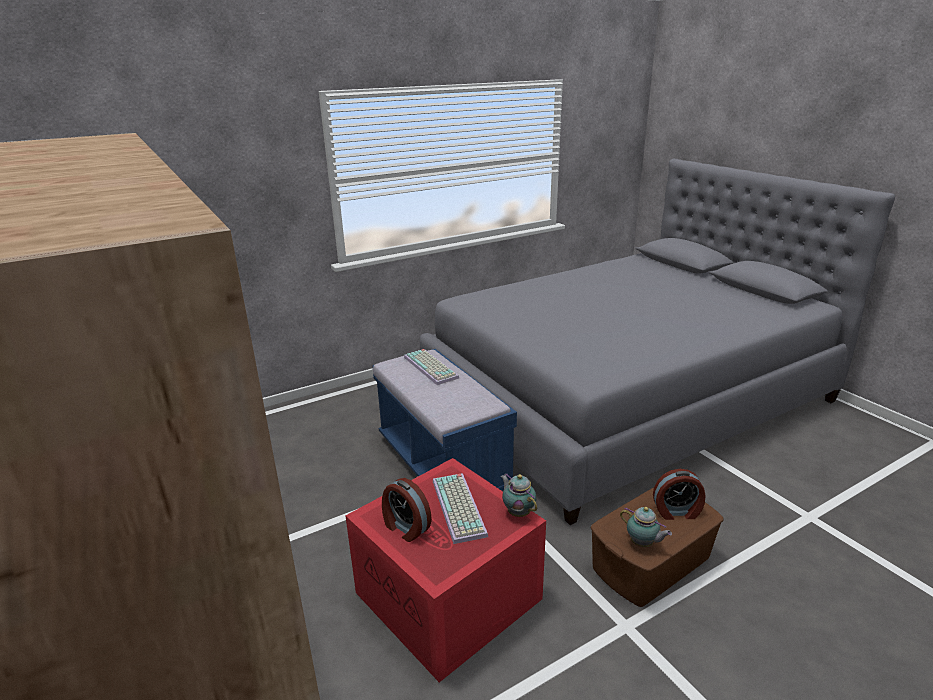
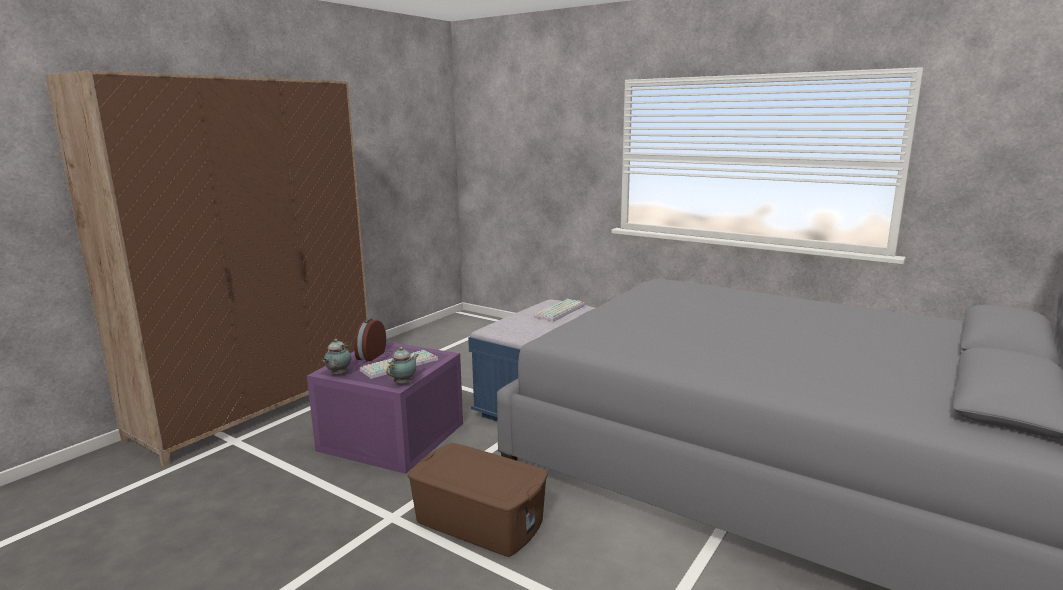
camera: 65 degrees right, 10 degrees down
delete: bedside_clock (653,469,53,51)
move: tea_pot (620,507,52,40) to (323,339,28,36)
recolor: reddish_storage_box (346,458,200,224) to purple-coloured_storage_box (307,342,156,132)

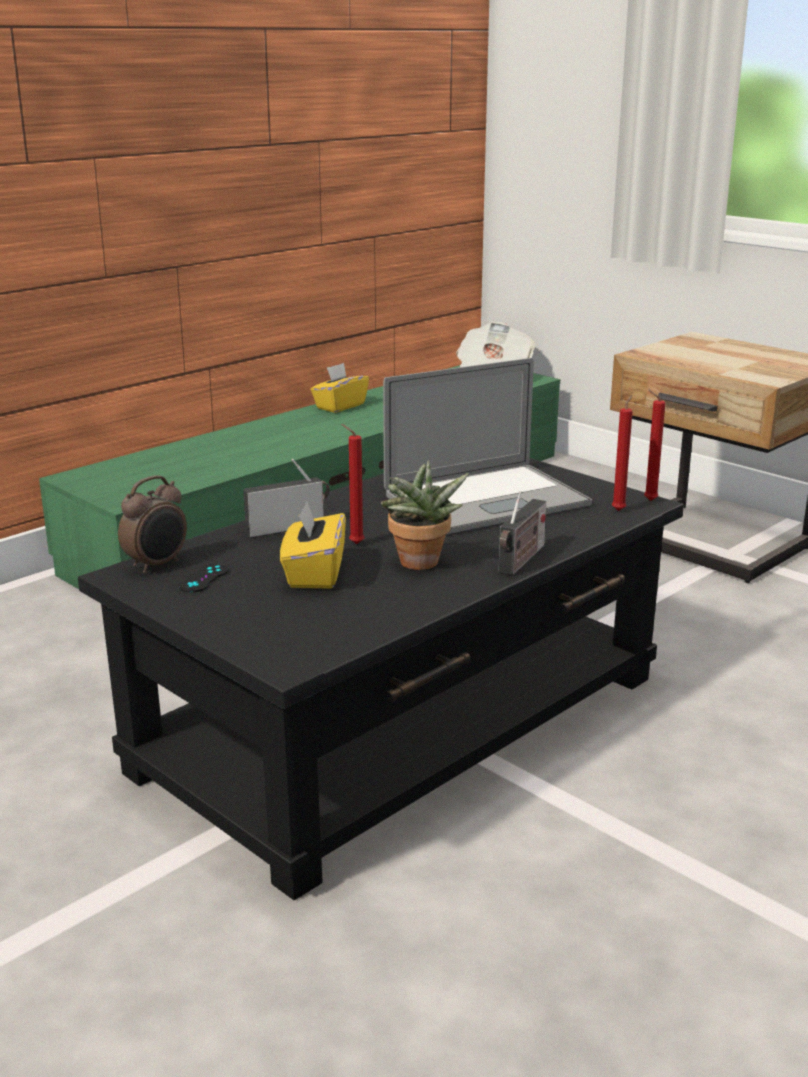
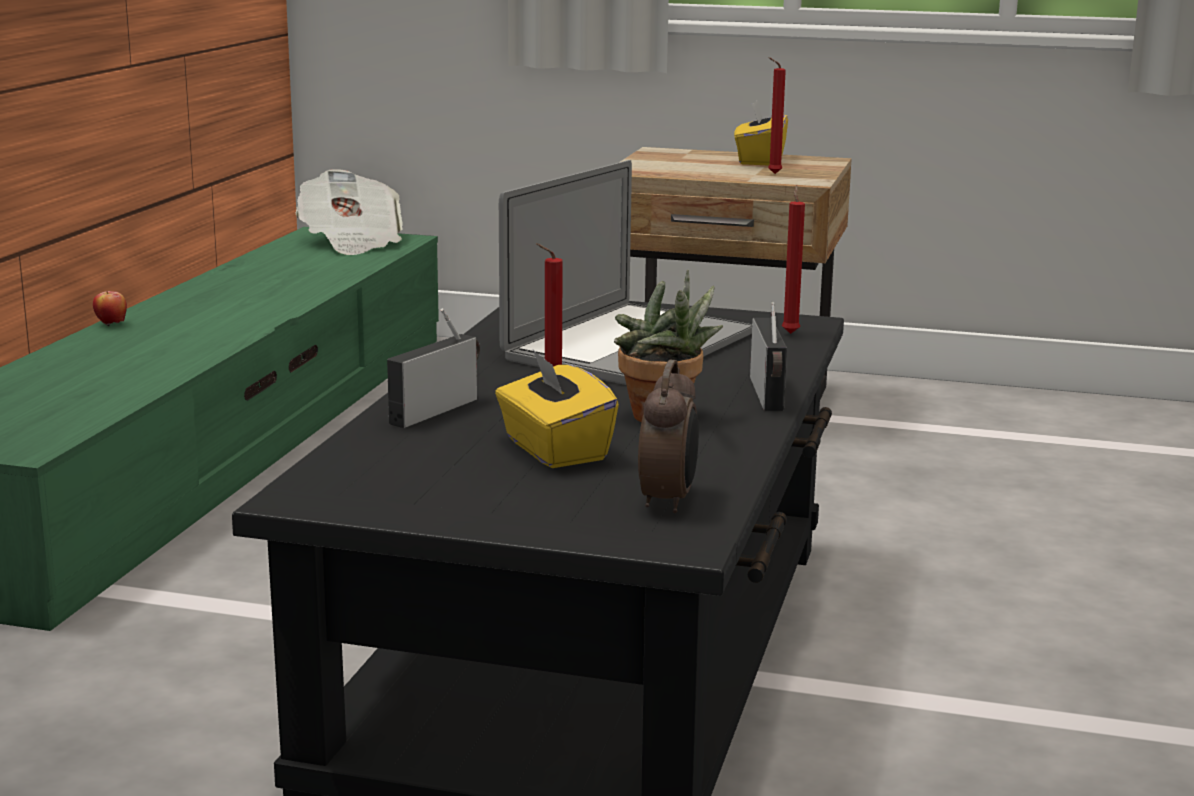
camera: 30 degrees left, 5 degrees down
delete: blackish_game_controller (179,564,49,28)
insert: apple (93,291,34,35)
move: yellowish_box_of_tissues (310,363,59,50) to (734,99,54,67); reddish_wax_light (644,389,21,112) to (768,57,18,117); bedside_clock (118,475,69,99) to (638,360,61,153)

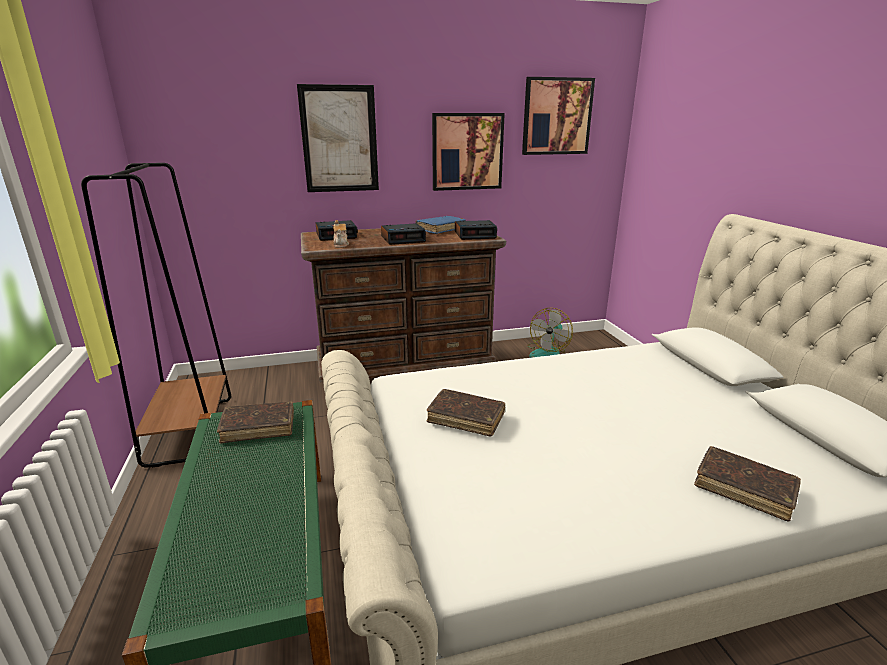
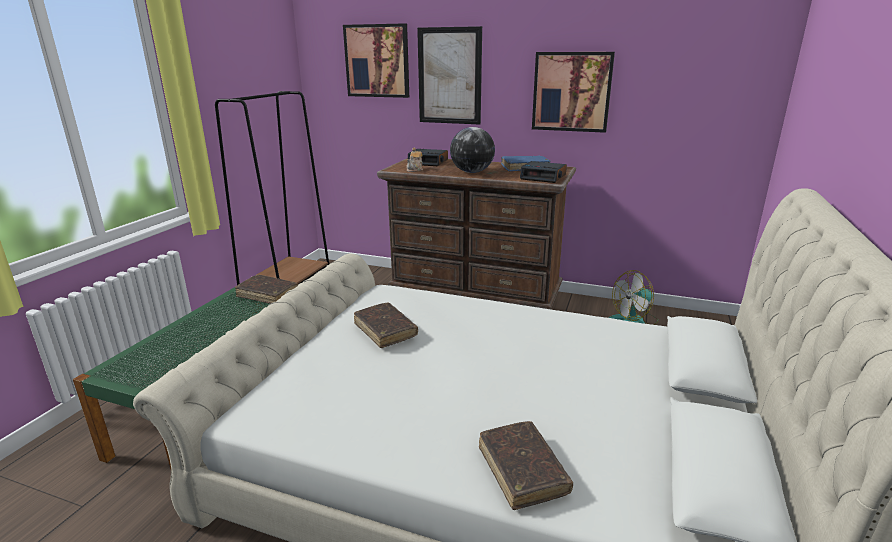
camera: 35 degrees right, 0 degrees up
move: wall_art (522,77,73,78) to (343,23,66,75)
replace: bedside_clock (381,223,45,22) to world_globe (450,127,45,46)

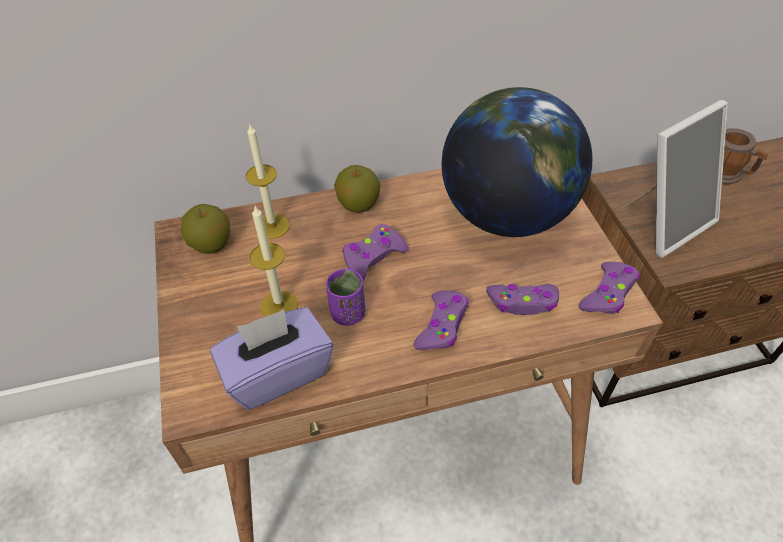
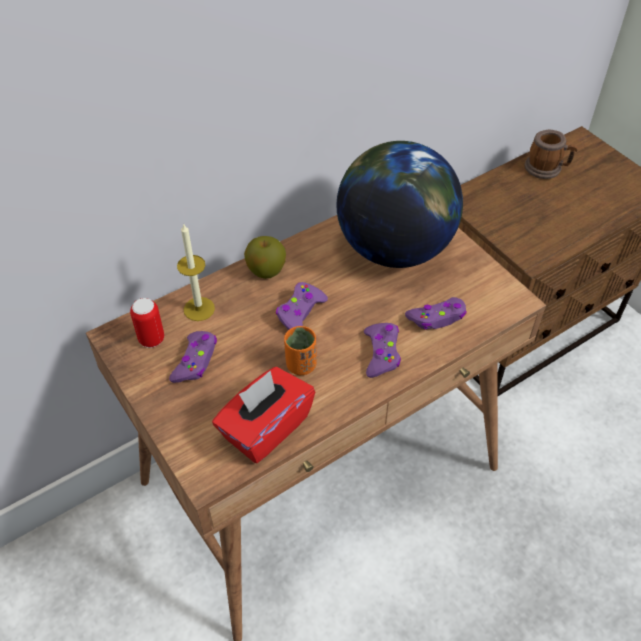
camera: 20 degrees left, 0 degrees up
delete: photo_frame (623,100,105,158); wax_light (250,206,48,111)
move: purple-coloured_game_controller (579,262,60,52) to (169,331,48,52)
replace: apple (180,204,51,50) to sealed_can (130,298,34,50)
recolor: purple-coloured_cup (326,269,39,57) to orangey_cup (284,326,33,49); purple-coloured_box_of_tissues (210,307,123,103) to reddish_box_of_tissues (212,367,103,96)

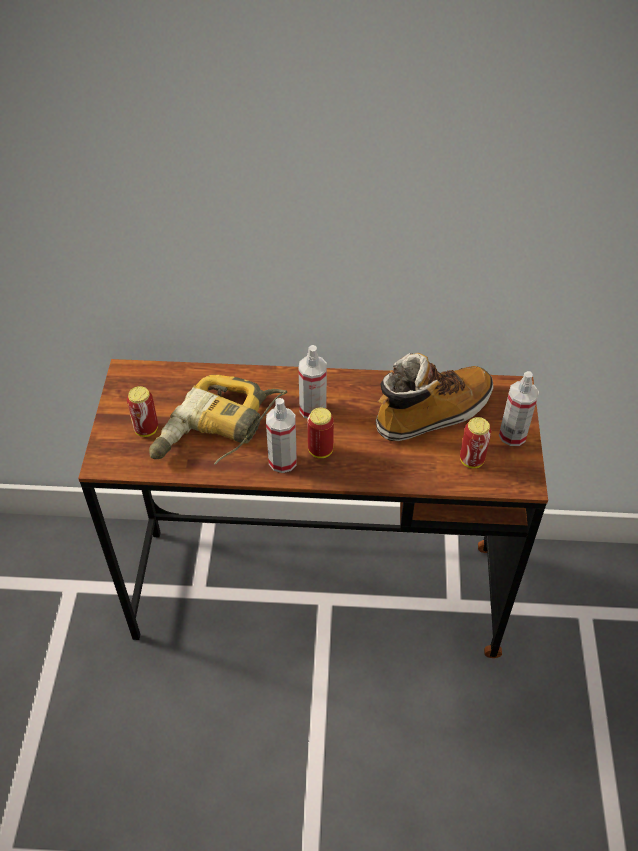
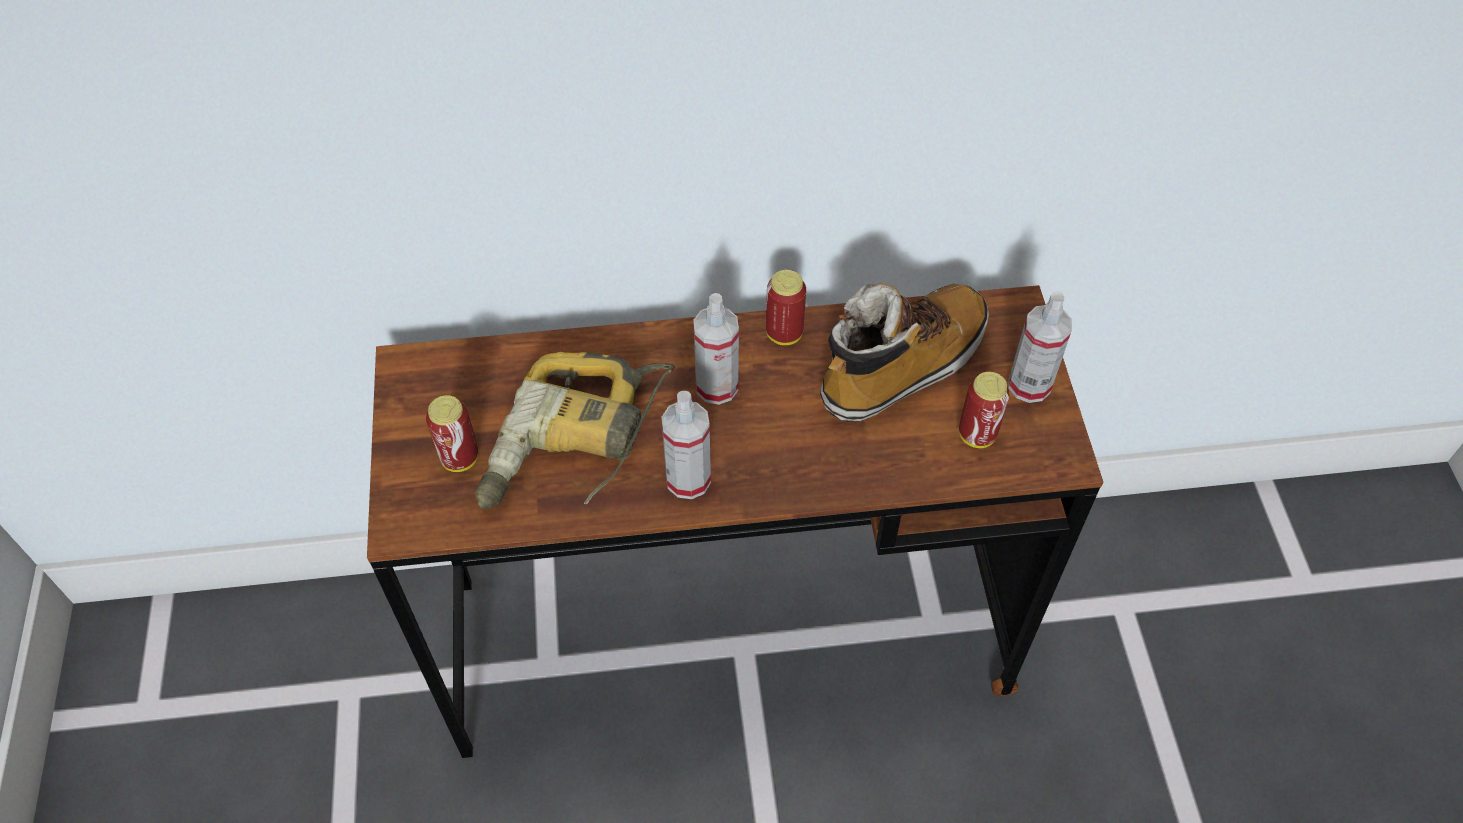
camera: 10 degrees left, 5 degrees up
move: sealed_can (307,407,27,51) to (766,270,40,75)

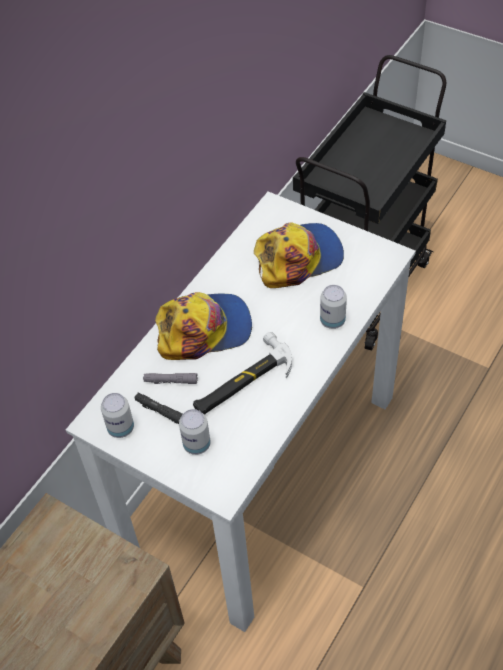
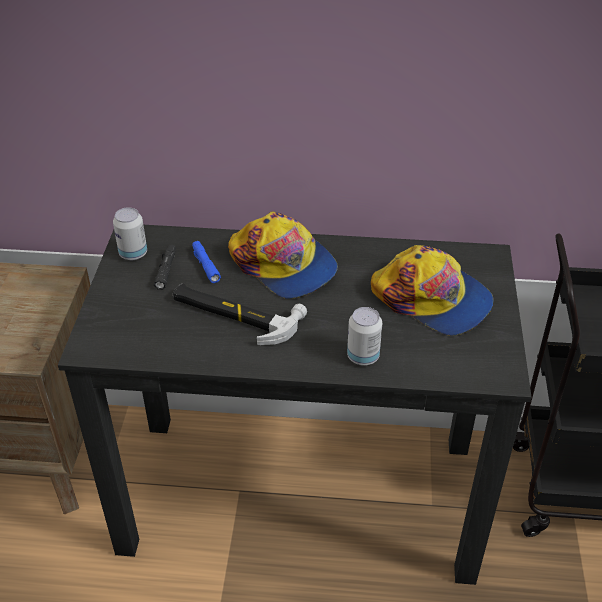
camera: 60 degrees right, 10 degrees down
delete: sealed_can (179,409,32,46)
recolor: white_desk_unit (66,191,350,441) to blackish_desk_unit (58,225,473,360); gray_flashlight (143,373,55,11) to blue_flashlight (192,241,29,42)

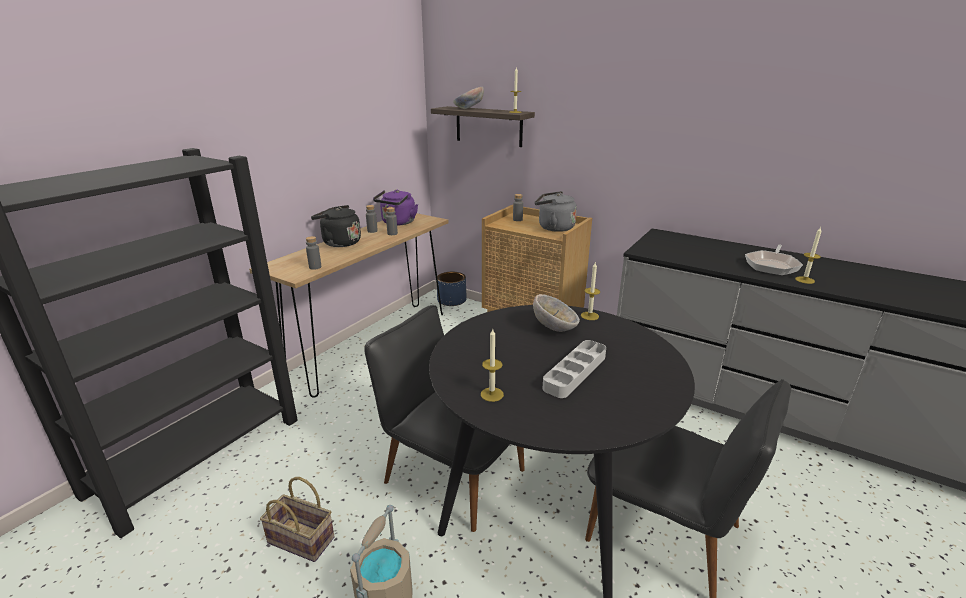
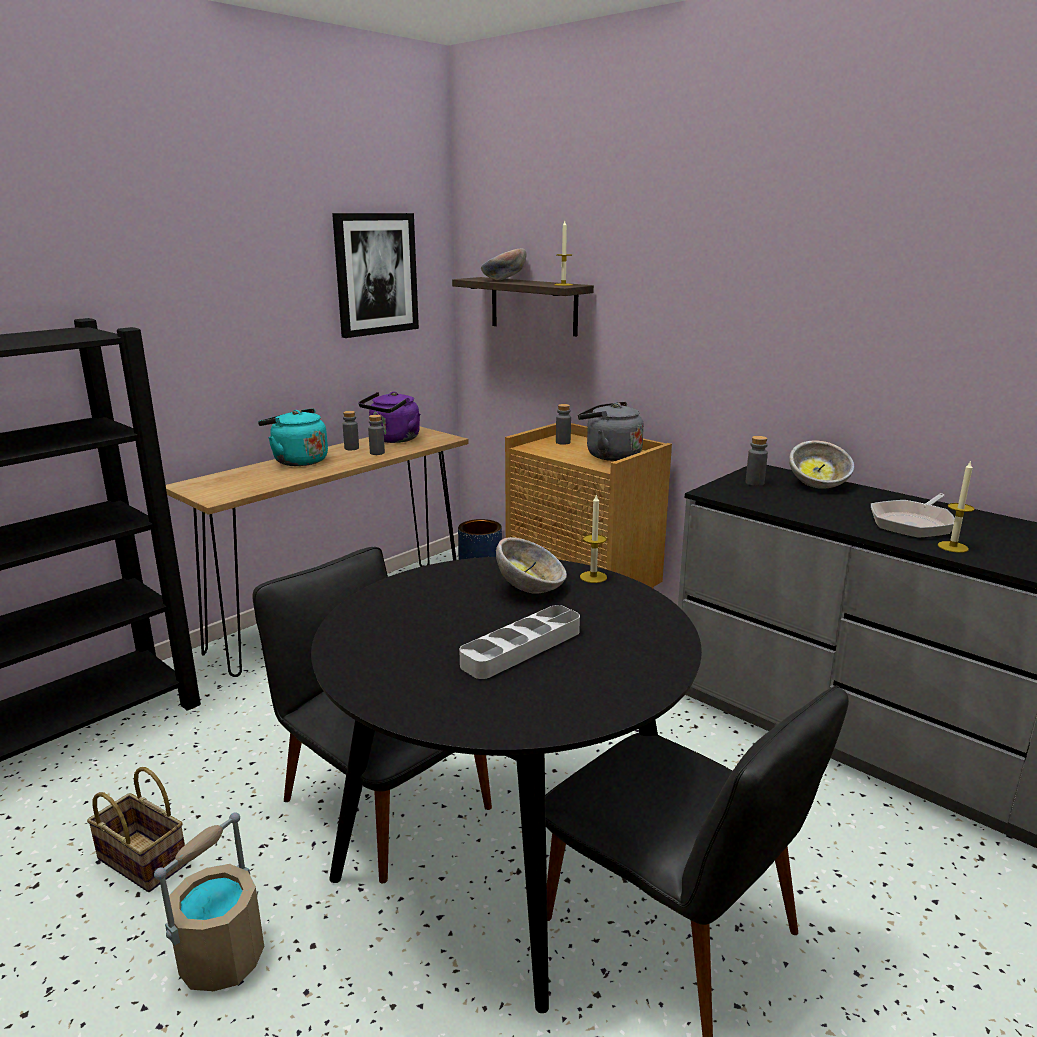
camera: 10 degrees right, 5 degrees down
delete: wax_light (481,329,23,73)
insert: wall_art (332,213,87,125); bowl (789,440,65,49)
move: gray_beverage_bottle (306,236,15,34) to (746,436,22,50)
recolor: blackish_tea_kettle (311,205,50,42) to blue-green_tea_kettle (258,408,70,58)

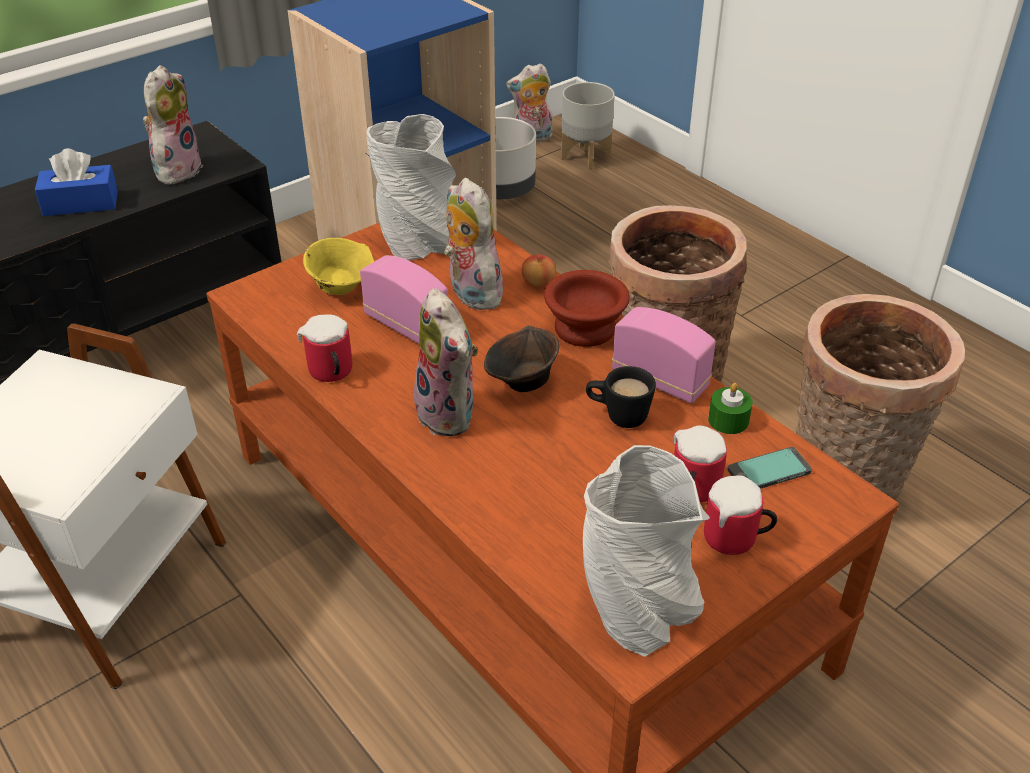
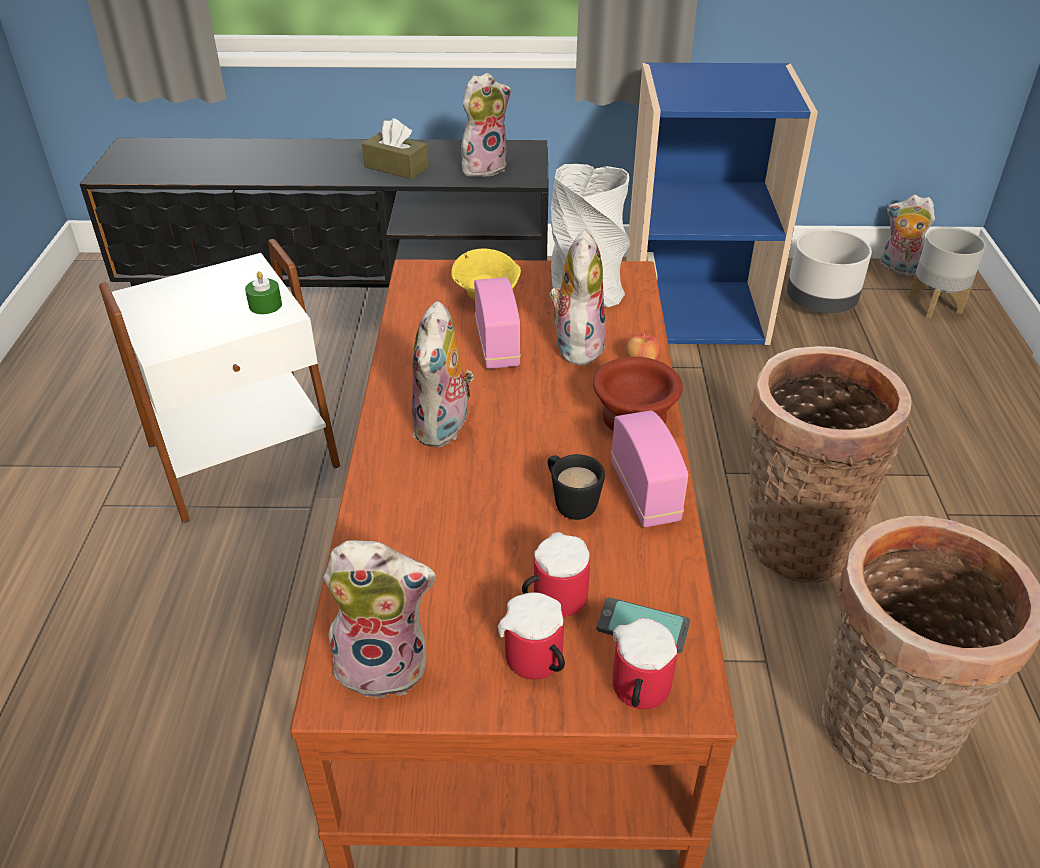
camera: 40 degrees right, 0 degrees up
delete: brown-coloured_bowl (484,325,76,67)
move: coffee_mug (297,314,55,68) to (613,618,64,91); greenish_wax_light (708,383,45,51) to (245,271,37,43)
replace: gray_vase (583,445,127,212) to cuddly_toy (323,540,113,159)
recolor: blue_box_of_tissues (35,148,83,68) to brown-coloured_box_of_tissues (362,118,67,61)

